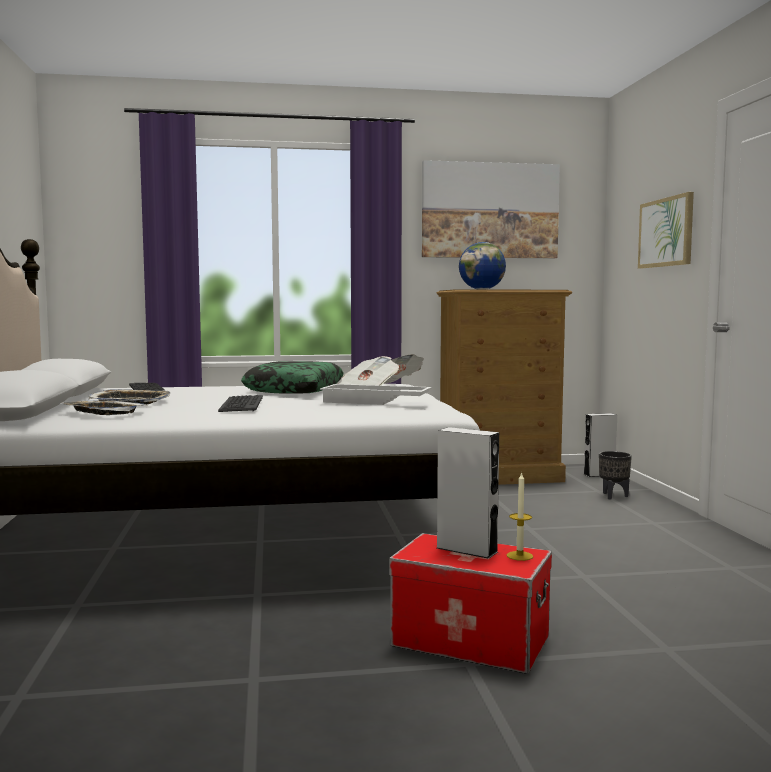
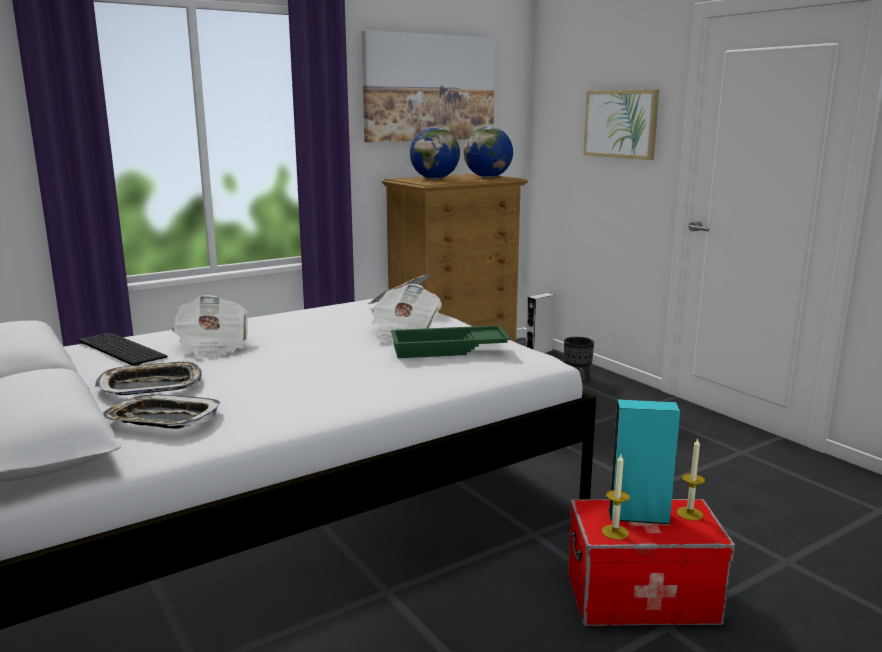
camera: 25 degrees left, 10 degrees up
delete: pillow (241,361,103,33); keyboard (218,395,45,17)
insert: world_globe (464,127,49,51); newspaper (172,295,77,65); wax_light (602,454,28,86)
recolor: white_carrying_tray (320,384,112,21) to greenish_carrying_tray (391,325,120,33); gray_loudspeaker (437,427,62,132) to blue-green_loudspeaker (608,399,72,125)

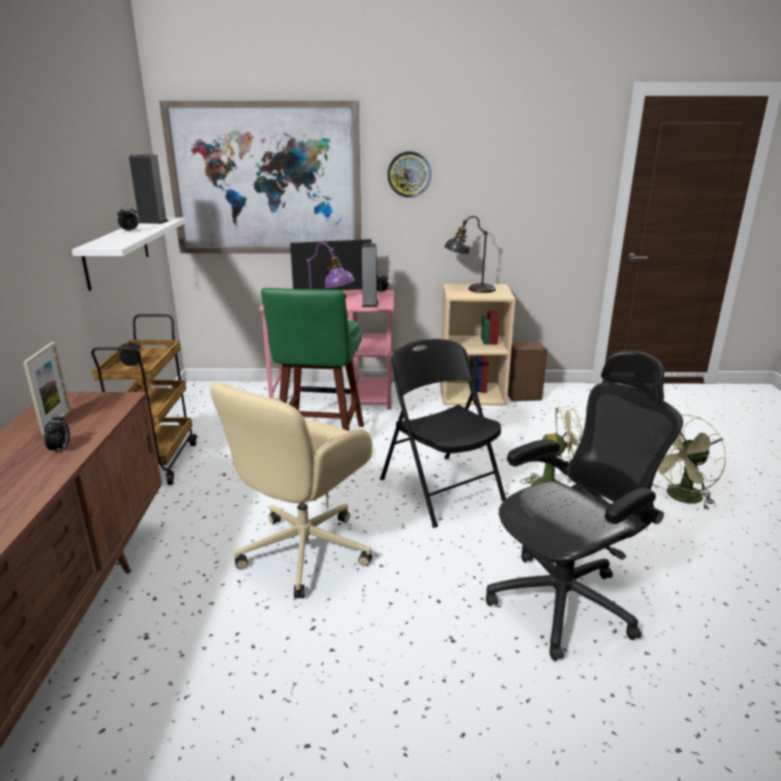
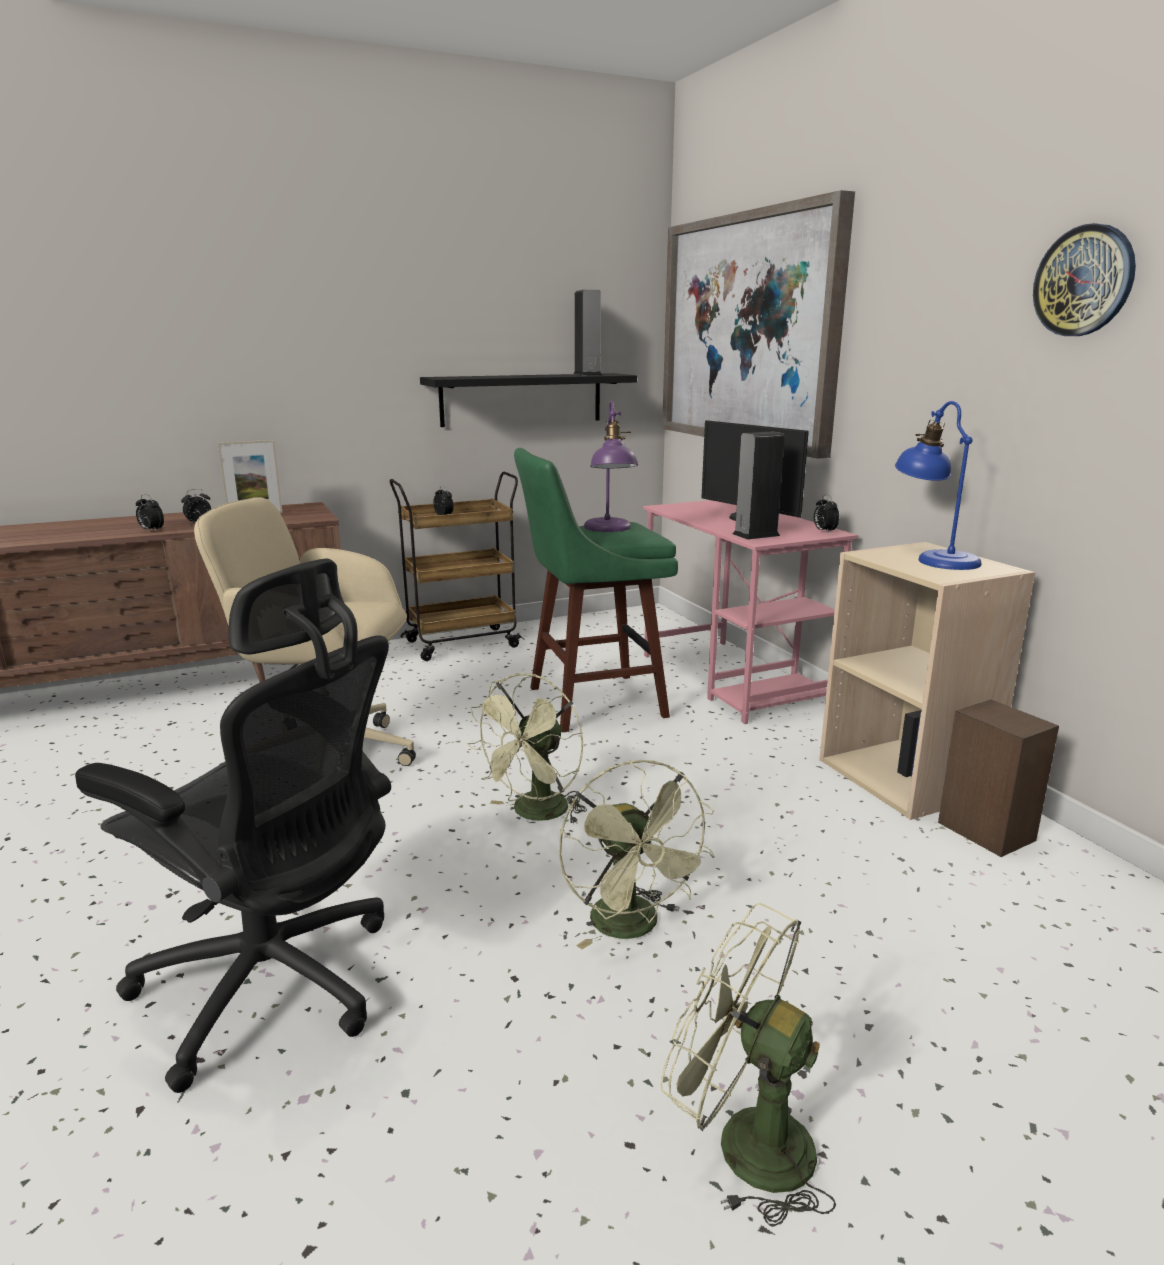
camera: 65 degrees right, 5 degrees down
move: wall_clock (387,151,44,47) to (1033,223,103,113); bedside_clock (117,205,22,27) to (136,494,28,38)
replace: blackish_plain_chair (380,339,126,189) to greenish_cooling_fan (467,673,120,152)
recolor: gray_table_lamp (444,216,52,77) to blue_table_lamp (895,401,86,169); white_bracket_shelf (72,217,114,74) to blackish_bracket_shelf (420,373,217,54)

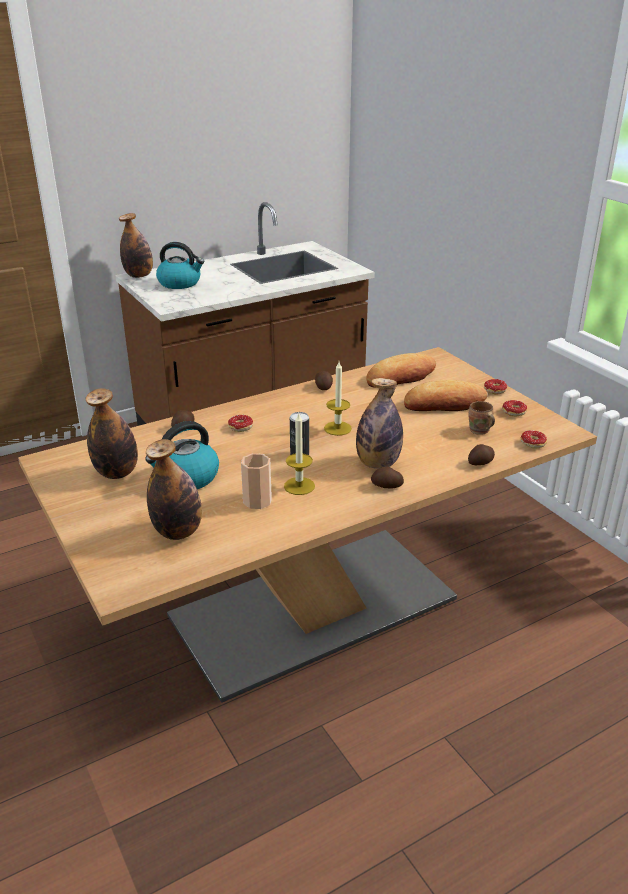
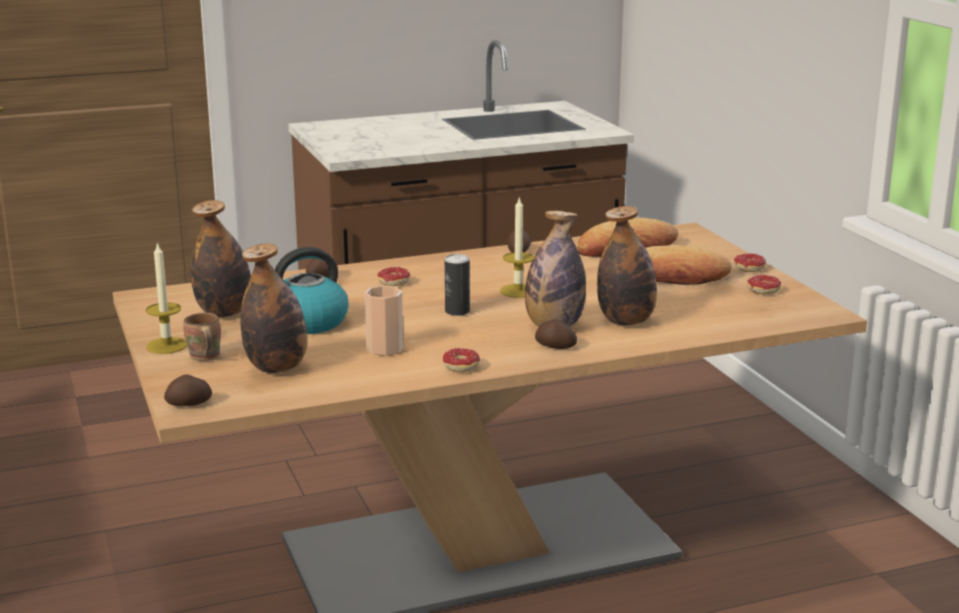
camera: 10 degrees right, 10 degrees down
delete: tea_kettle (156,242,48,47)
move: beverage_bottle (119,213,34,65) to (597,206,60,119); brown-coloured_coffee_mug (469,401,26,34) to (183,313,38,48); wax_light (284,413,31,82) to (146,242,41,112); donut (521,430,26,19) to (431,348,49,24); spud (468,444,27,21) to (164,374,48,32)

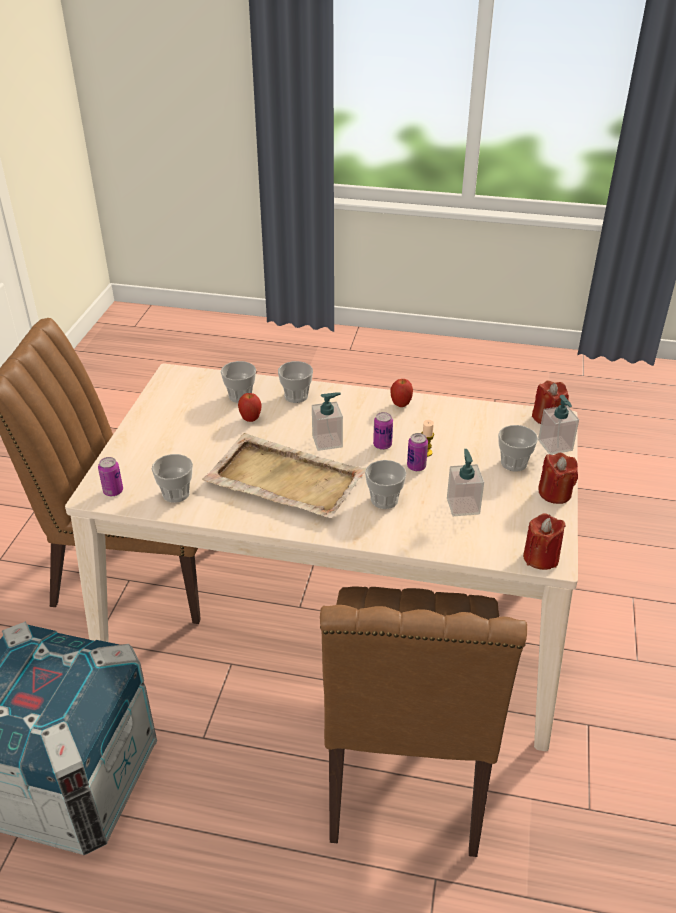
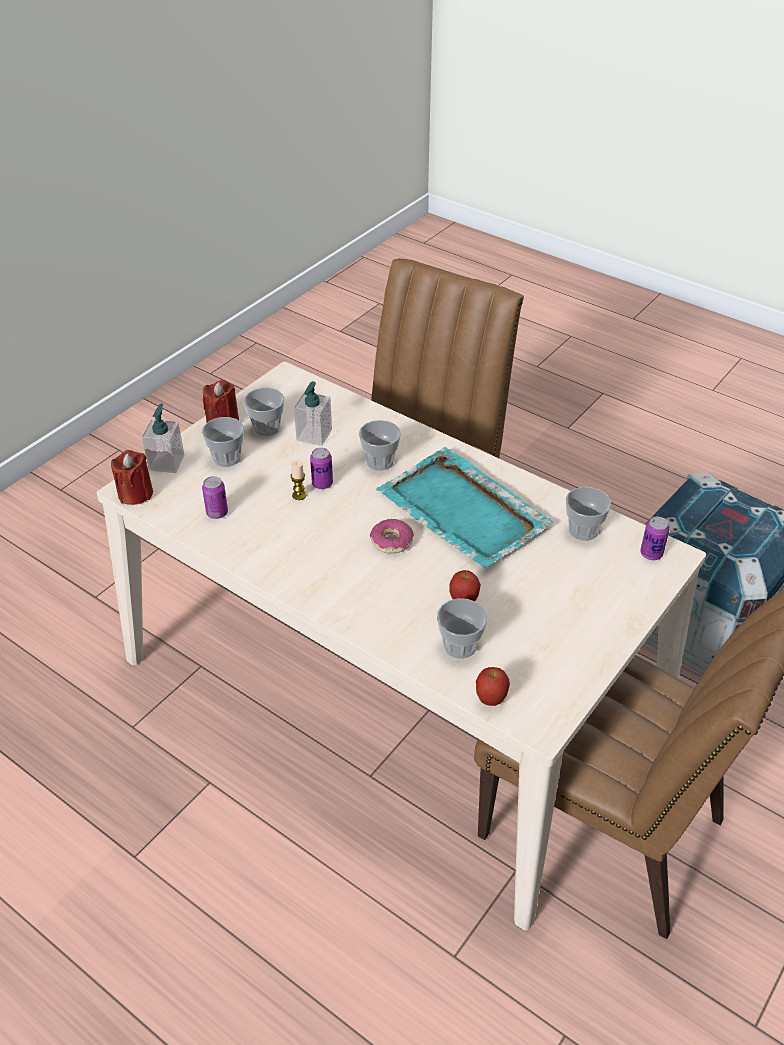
camera: 155 degrees left, 5 degrees up
delete: reddish_wax_light (523,514,43,56)
move: cup (278,361,35,42) to (244,388,40,48); apple (390,379,23,28) to (476,667,34,39); sealed_can (373,412,20,38) to (202,476,26,43)
replace: soap_dispenser (312,392,31,59) to donut (370,519,44,34)
recolor: beige-coloured_carrying_tray (202,433,164,85) to blue-green_carrying_tray (376,447,178,121)

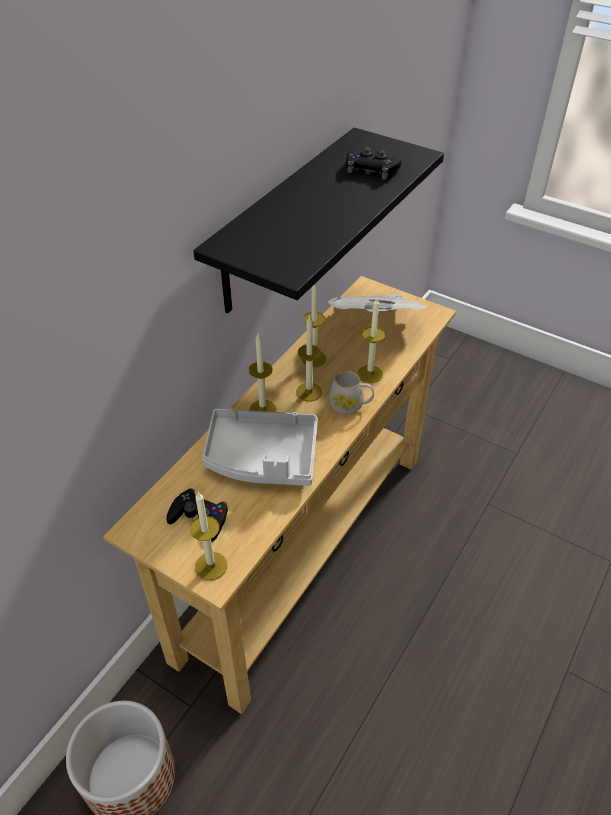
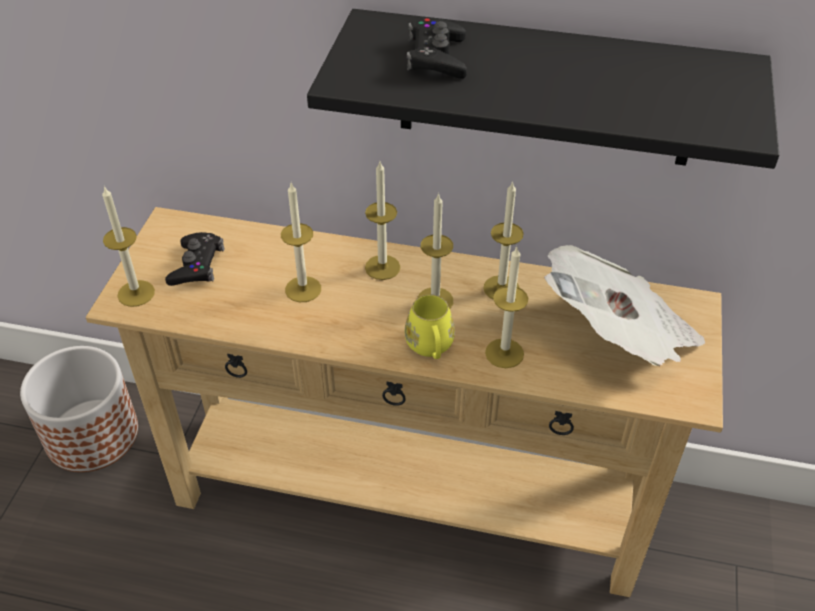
camera: 70 degrees right, 0 degrees up
move: blackish_game_controller (346,147,55,33) to (407,18,60,61)
replace: gray_carrying_tray (202,409,116,77) to wax_light (281,183,40,119)
recolor: white_coffee_mug (329,371,45,44) to yellowish_coffee_mug (405,295,50,64)

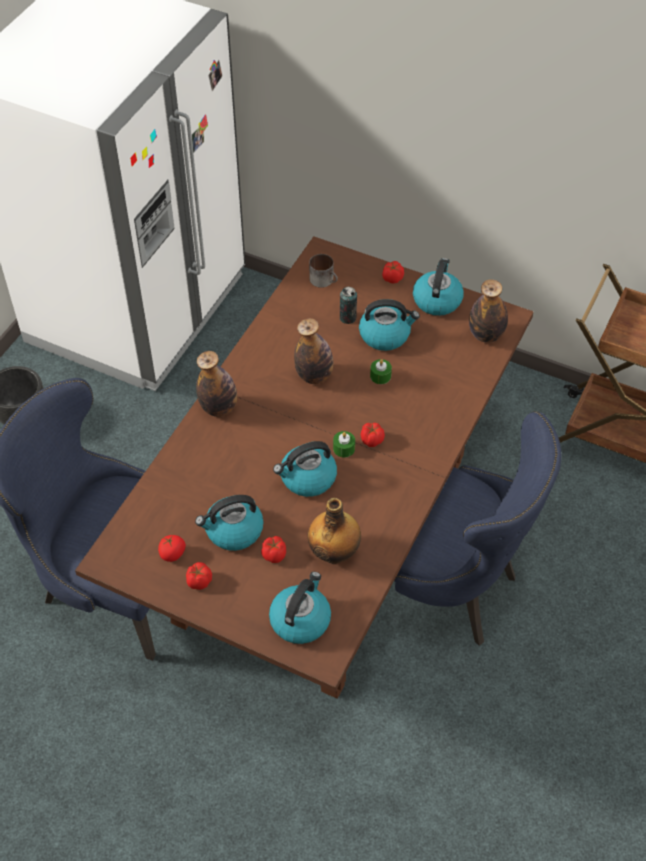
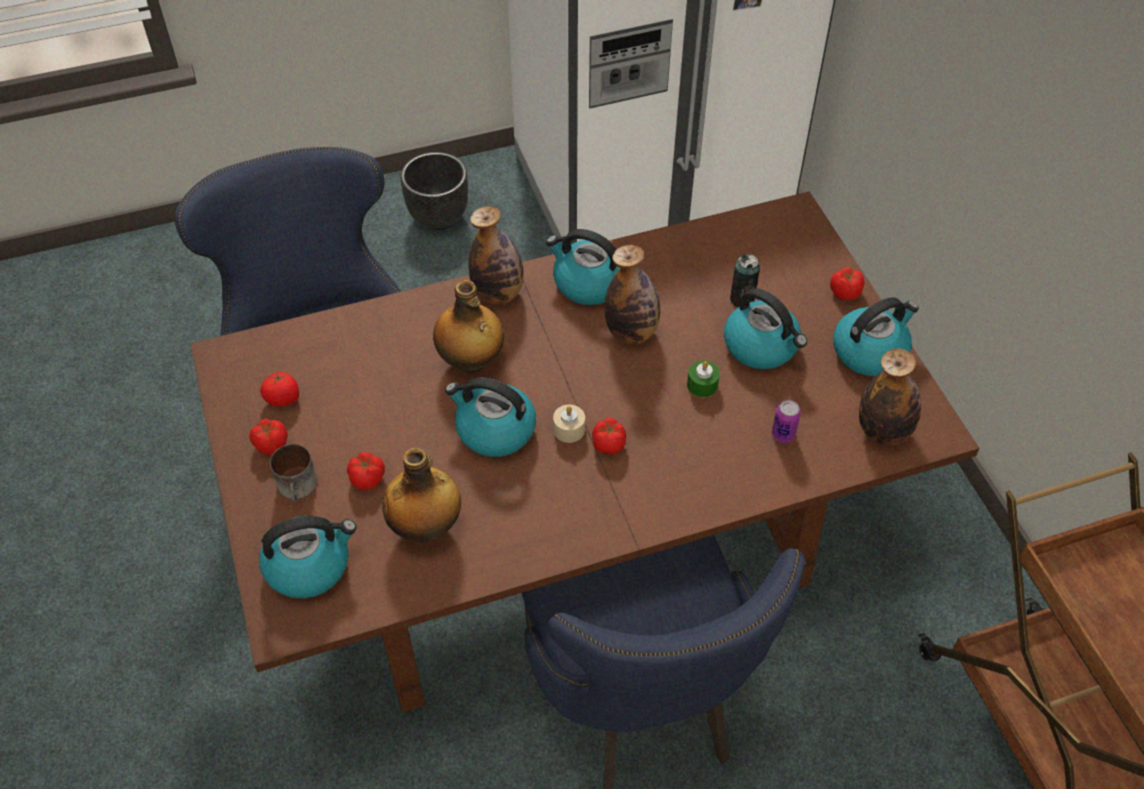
camera: 45 degrees right, 0 degrees up
insert: beverage_bottle (433,280,71,93); sealed_can (772,400,29,43)
move: coffee_mug (309,254,29,34) to (270,444,47,57); tea_kettle (195,495,69,56) to (546,229,74,76)
recolor: greenish_wax_light (333,431,22,26) to beige-coloured_wax_light (553,405,32,38)

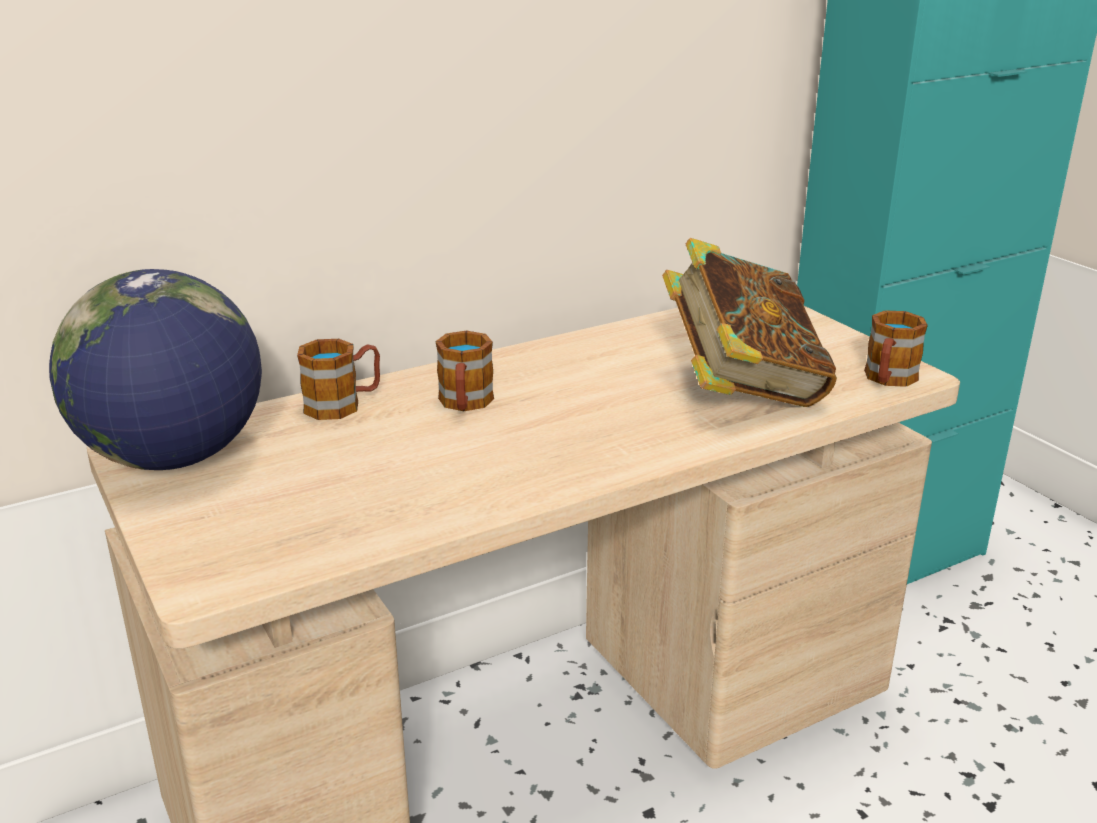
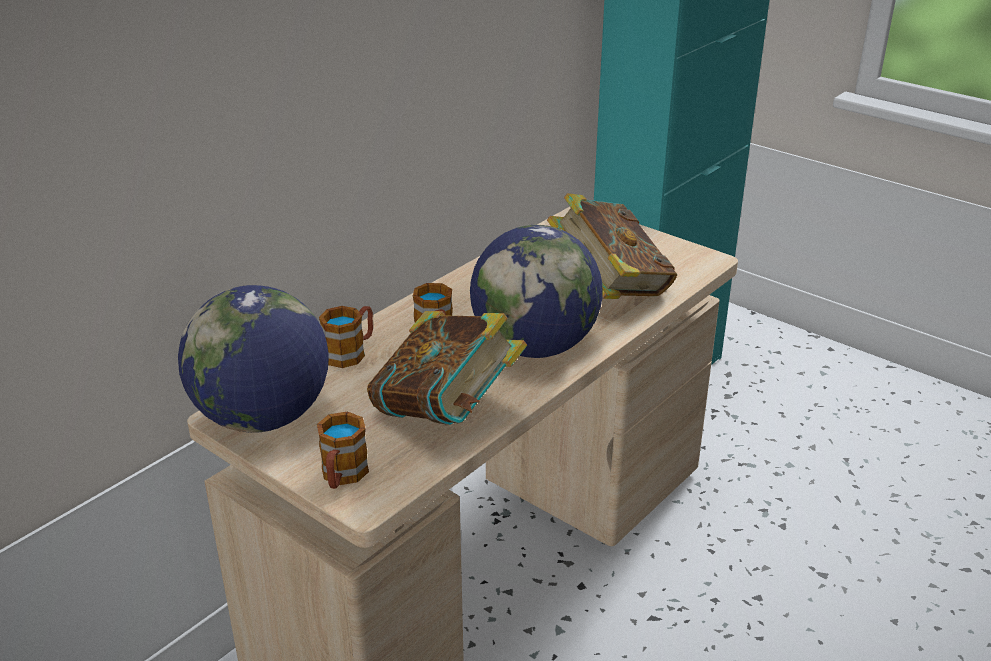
camera: 20 degrees left, 5 degrees up
insert: world_globe (470,225,132,133); volume (367,311,160,114)
move: coffee_mug (864,310,64,77) to (317,412,52,77)

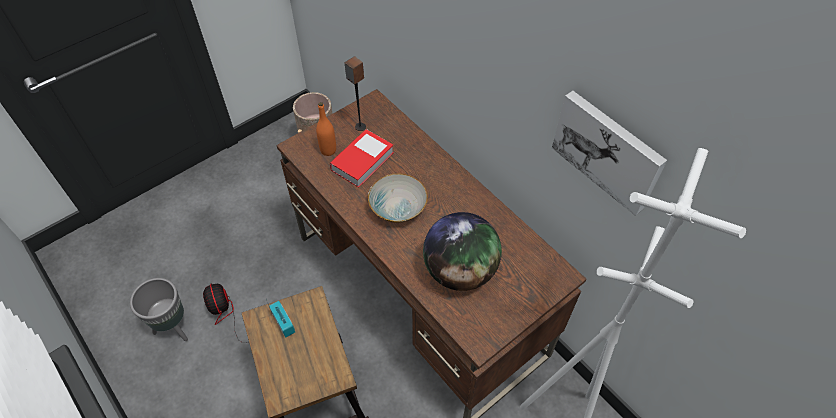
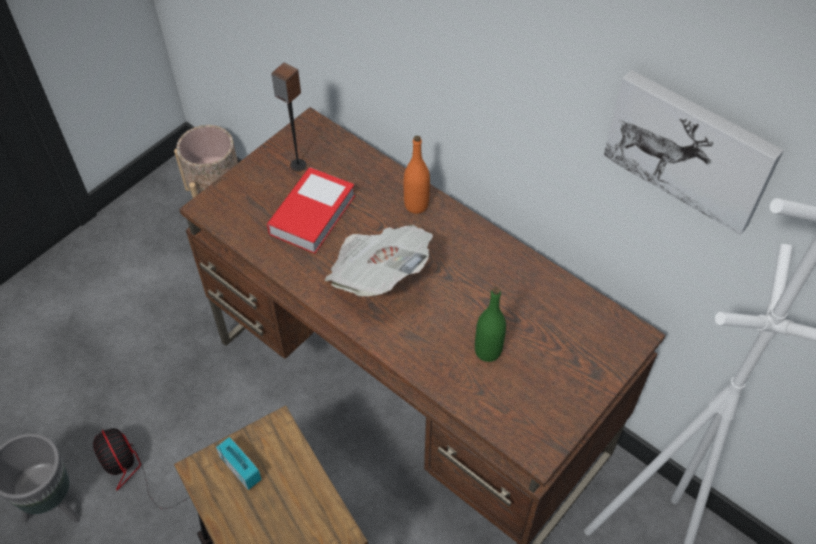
camera: 10 degrees left, 0 degrees up
move: orangey_beverage_bottle (316,102,20,54) to (404,135,26,79)
replace: bowl (368,173,60,50) to newspaper (324,225,109,72); world_globe (423,212,79,79) to greenish_beverage_bottle (475,287,31,75)

